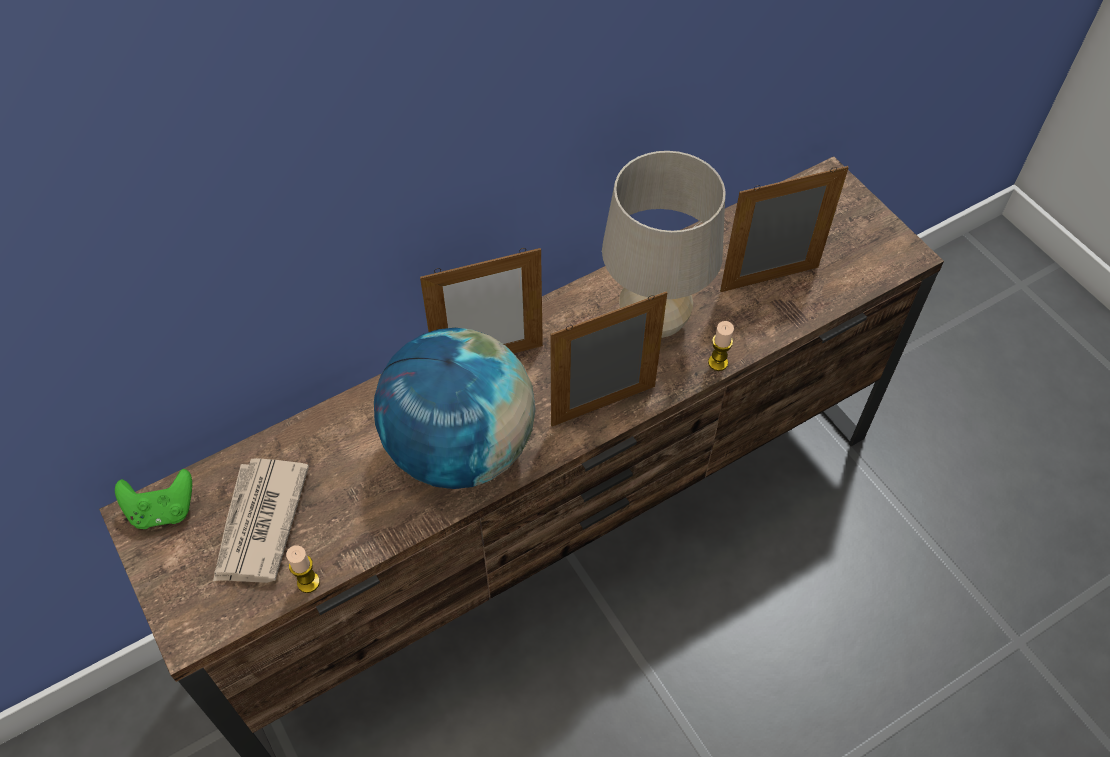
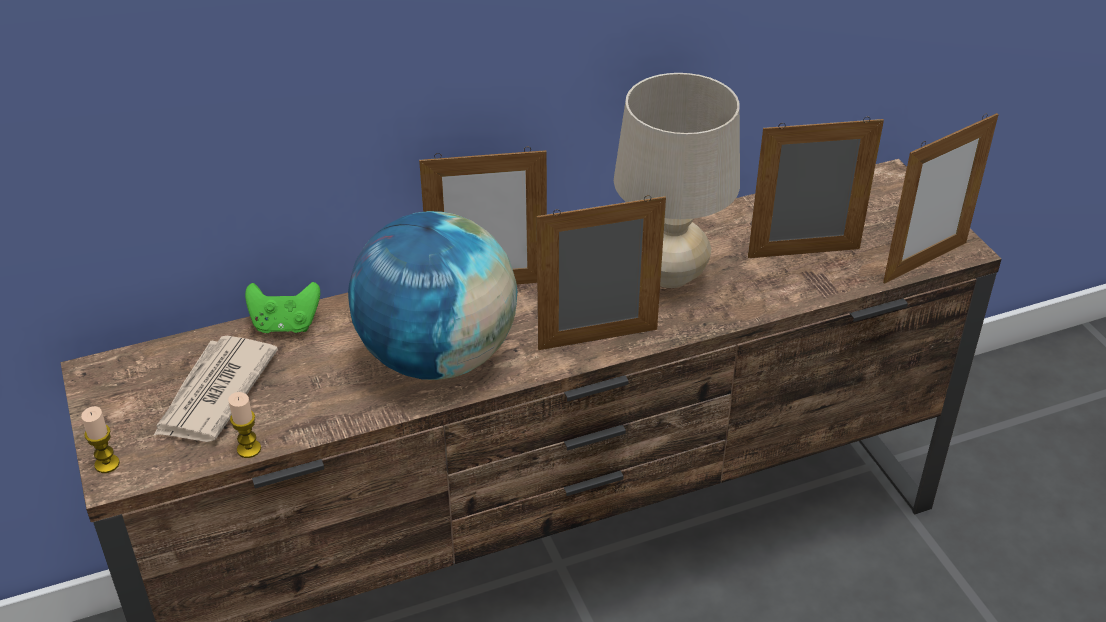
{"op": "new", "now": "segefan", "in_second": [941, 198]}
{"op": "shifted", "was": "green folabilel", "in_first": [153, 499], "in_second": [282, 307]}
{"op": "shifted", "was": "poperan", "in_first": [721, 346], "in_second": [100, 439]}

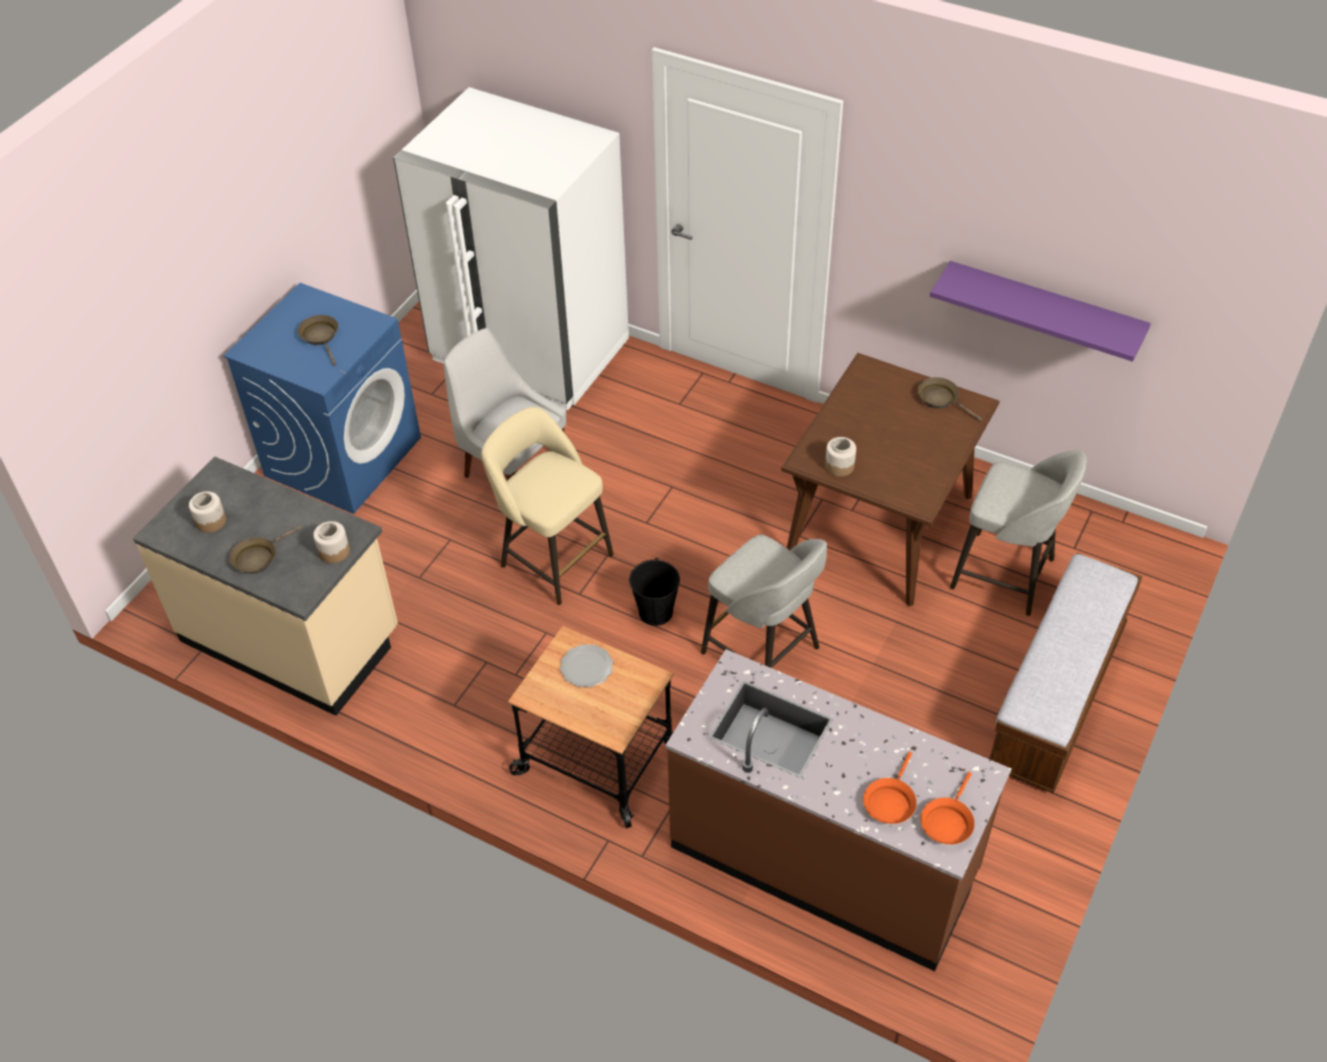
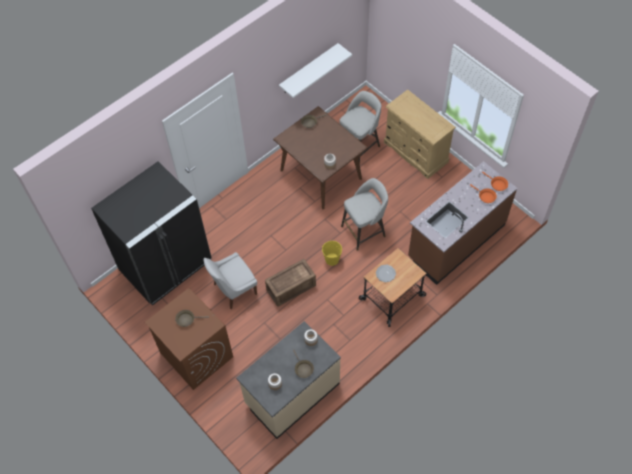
{"op": "swapped", "was": "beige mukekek", "now": "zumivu", "in_first": [547, 506], "in_second": [290, 283]}
{"op": "swapped", "was": "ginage", "now": "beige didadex", "in_first": [1066, 673], "in_second": [420, 134]}
{"op": "repainted", "was": "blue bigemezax", "now": "brown bigemezax", "in_first": [322, 398], "in_second": [189, 339]}
{"op": "repainted", "was": "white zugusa", "now": "black zugusa", "in_first": [511, 249], "in_second": [151, 233]}
{"op": "repainted", "was": "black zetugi", "now": "yellow zetugi", "in_first": [654, 592], "in_second": [332, 253]}
{"op": "repainted", "was": "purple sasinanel", "now": "white sasinanel", "in_first": [1040, 311], "in_second": [315, 70]}

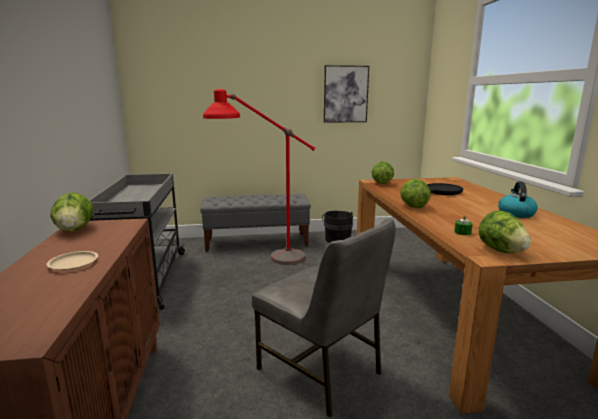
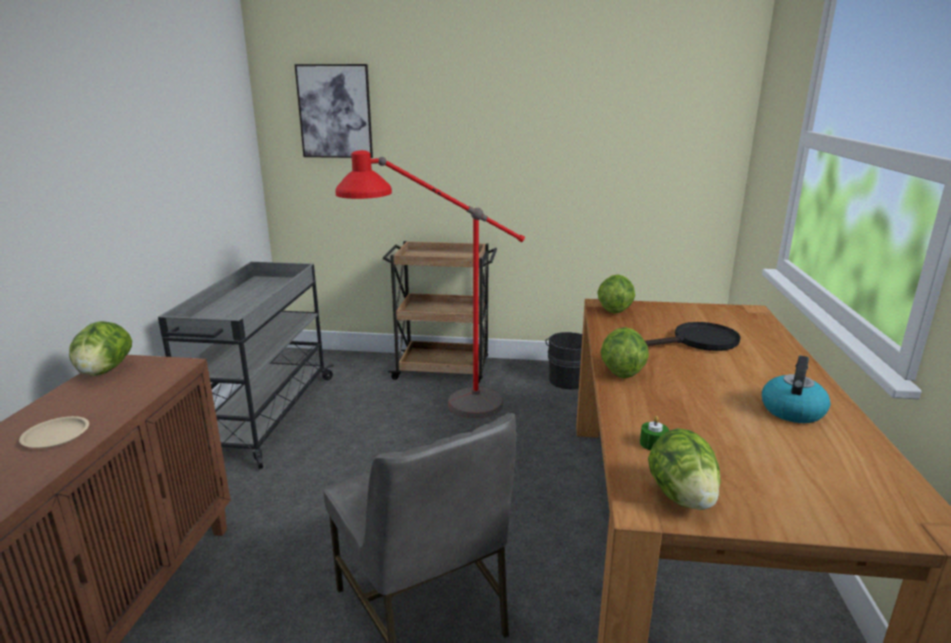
{"op": "shifted", "was": "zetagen", "in_first": [346, 94], "in_second": [334, 111]}
{"op": "swapped", "was": "grey ginage", "now": "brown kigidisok", "in_first": [255, 222], "in_second": [439, 312]}

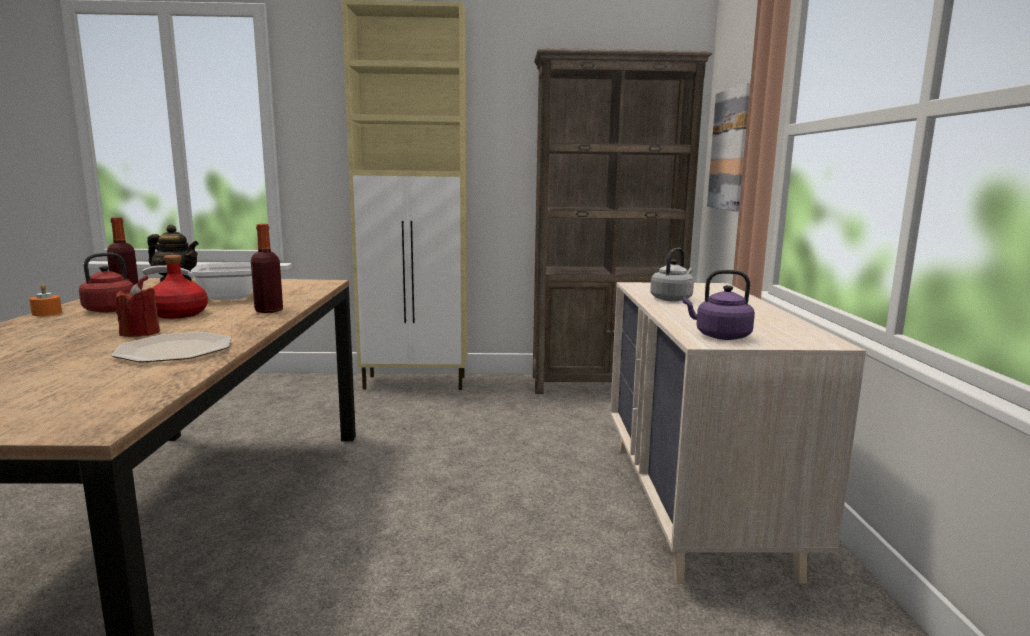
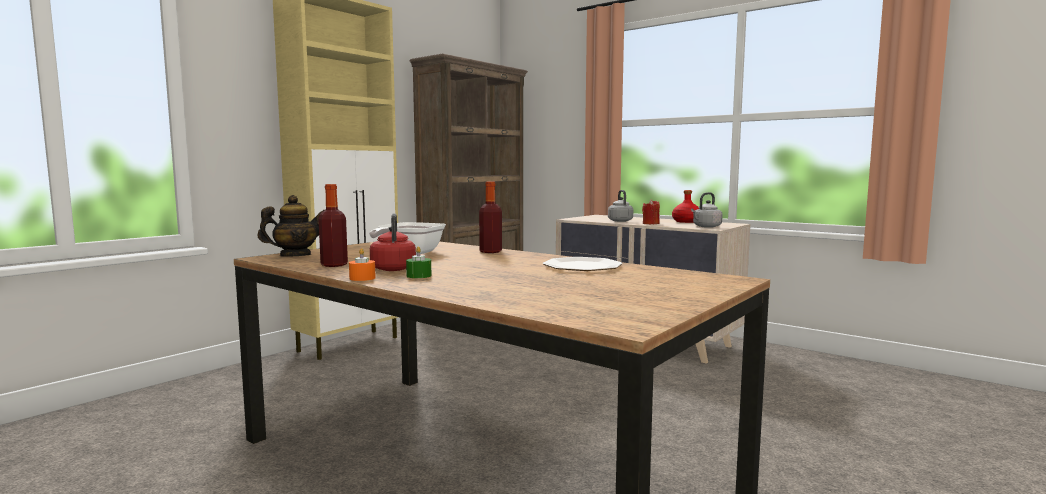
{"op": "gone", "was": "zetagen", "in_first": [728, 147]}
{"op": "new", "now": "green poperan", "in_second": [418, 262]}
{"op": "shifted", "was": "red poperan", "in_first": [137, 310], "in_second": [651, 211]}
{"op": "shifted", "was": "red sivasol", "in_first": [180, 287], "in_second": [685, 206]}
{"op": "repainted", "was": "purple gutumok", "now": "grey gutumok", "in_first": [718, 305], "in_second": [707, 210]}

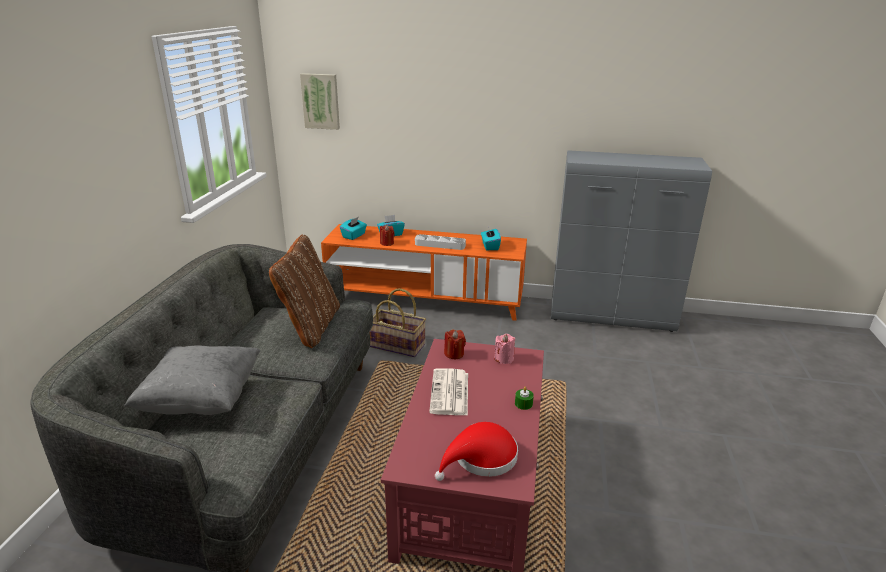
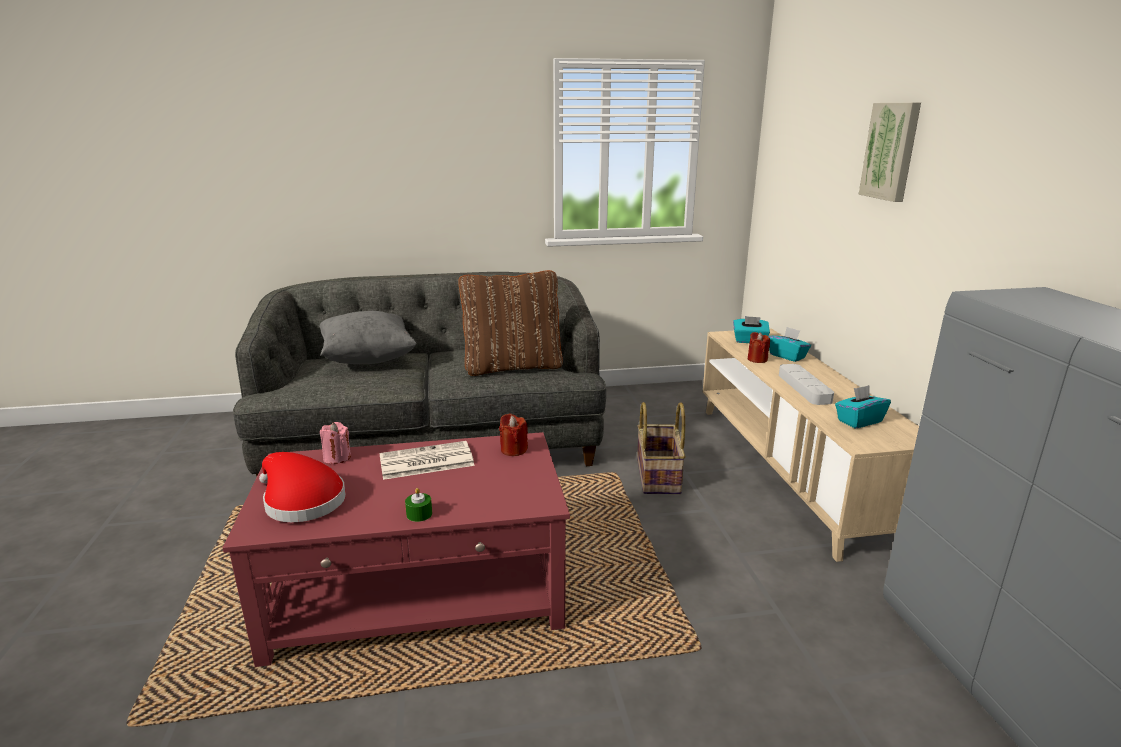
{"op": "shifted", "was": "zetagen", "in_first": [320, 101], "in_second": [890, 152]}
{"op": "shifted", "was": "pink poperan", "in_first": [504, 349], "in_second": [335, 443]}
{"op": "repainted", "was": "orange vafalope", "now": "beige vafalope", "in_first": [424, 272], "in_second": [811, 445]}

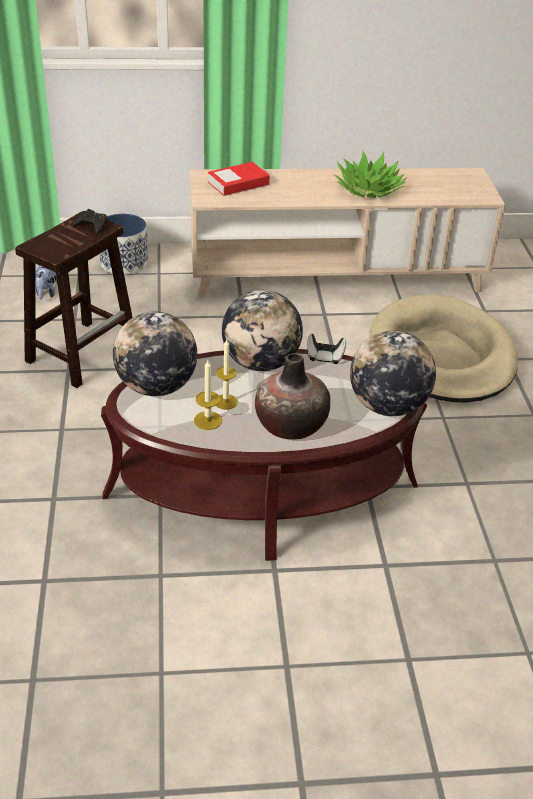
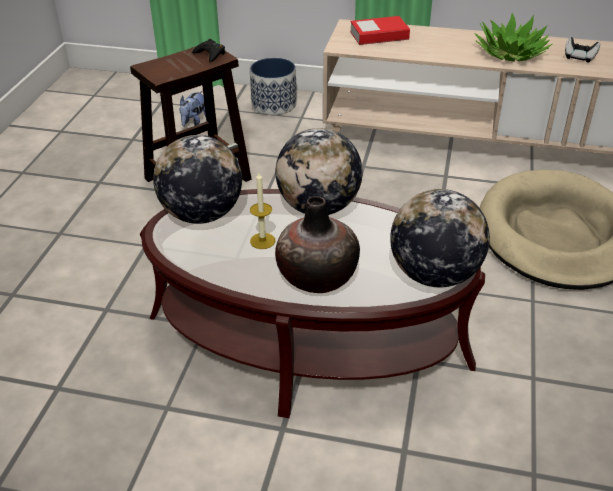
{"op": "gone", "was": "poperan", "in_first": [208, 395]}
{"op": "shifted", "was": "folabilel", "in_first": [326, 349], "in_second": [582, 49]}

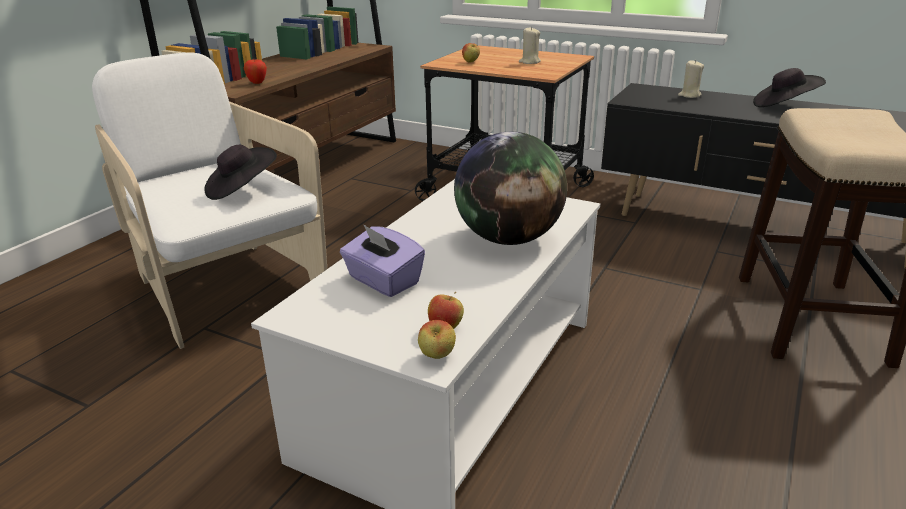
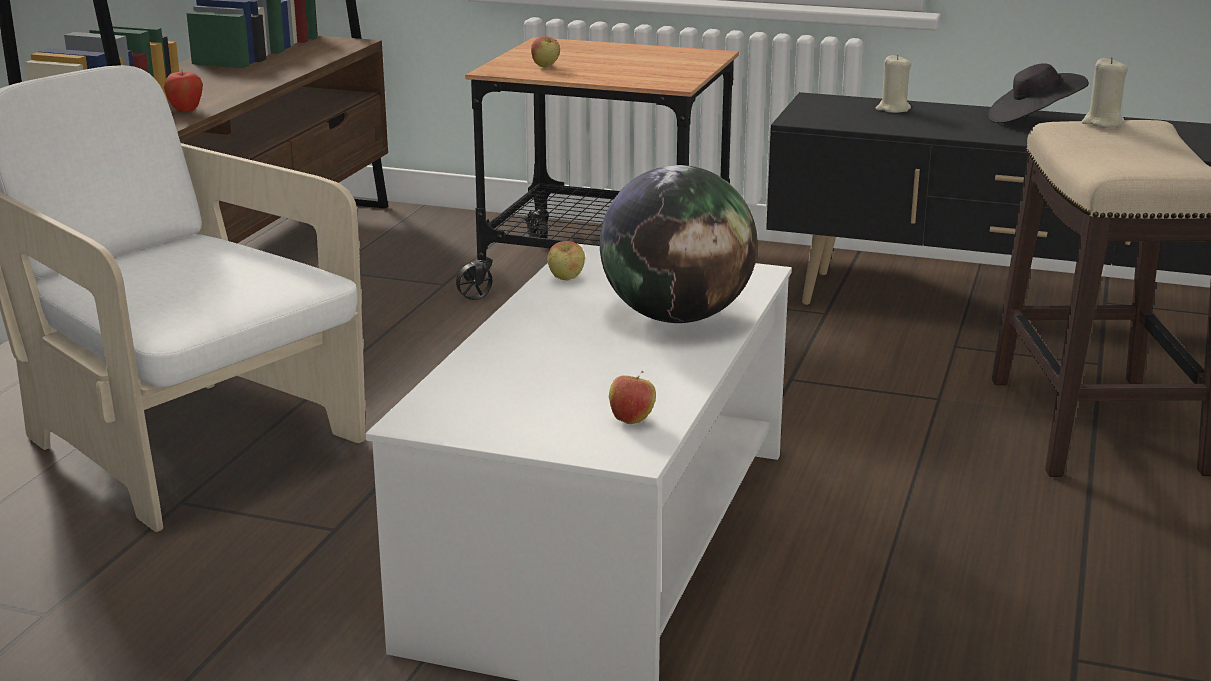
{"op": "gone", "was": "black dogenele", "in_first": [240, 172]}
{"op": "gone", "was": "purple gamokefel", "in_first": [382, 260]}
{"op": "shifted", "was": "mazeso", "in_first": [437, 339], "in_second": [566, 260]}
{"op": "shifted", "was": "beige poperan", "in_first": [530, 45], "in_second": [1105, 92]}

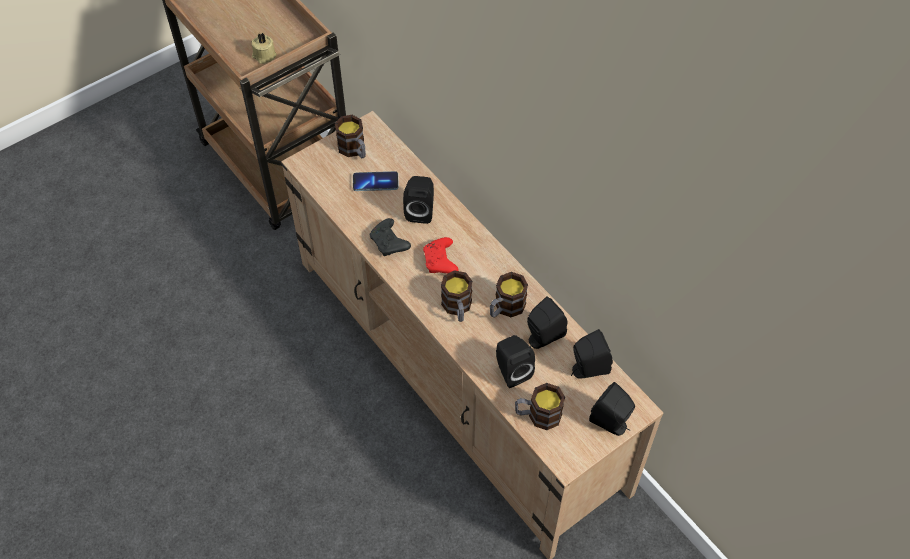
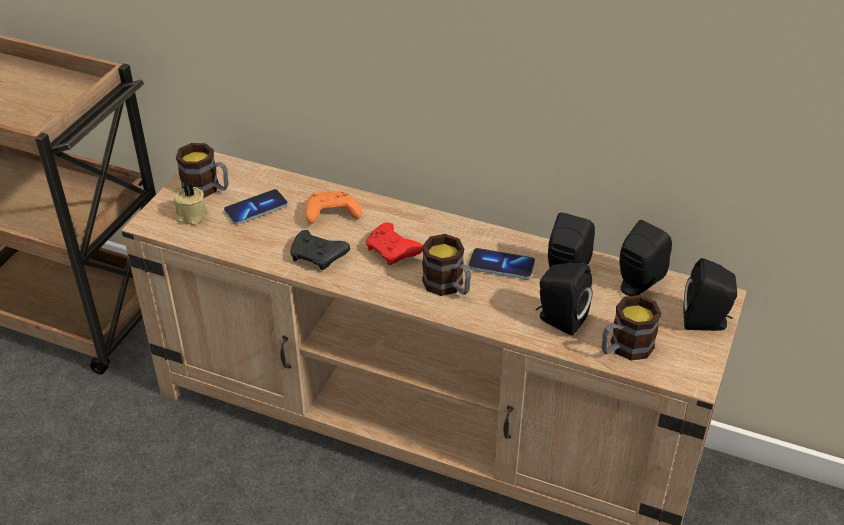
{"op": "shifted", "was": "beige poperan", "in_first": [264, 48], "in_second": [190, 203]}
{"op": "swapped", "was": "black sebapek", "now": "orange folabilel", "in_first": [418, 200], "in_second": [333, 207]}
{"op": "swapped", "was": "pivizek", "now": "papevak", "in_first": [509, 295], "in_second": [501, 263]}

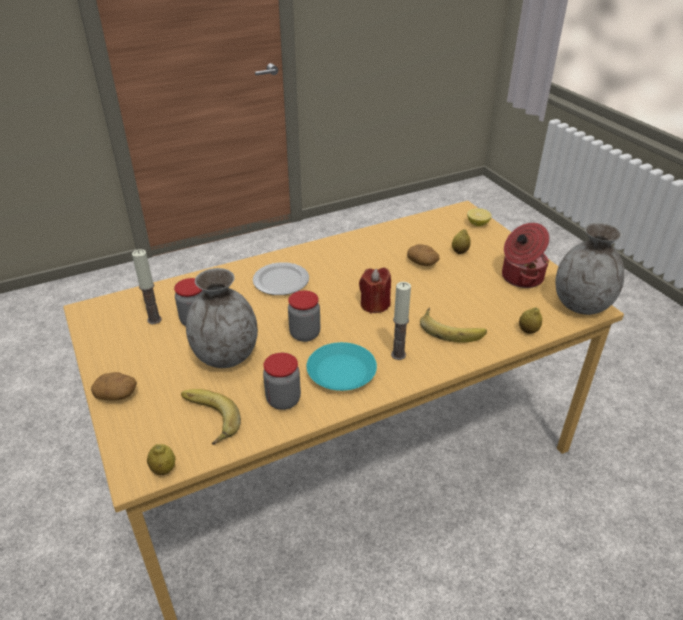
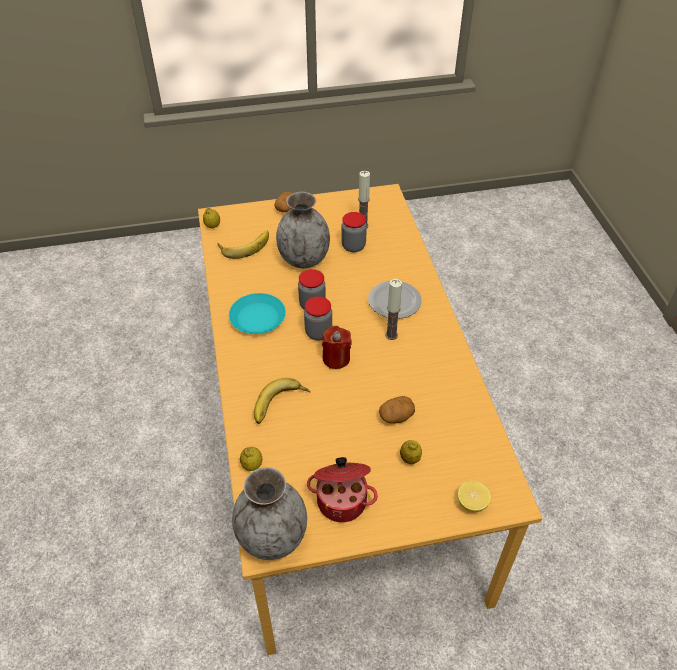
{"op": "shifted", "was": "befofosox", "in_first": [282, 381], "in_second": [318, 318]}
{"op": "shifted", "was": "poperan", "in_first": [401, 321], "in_second": [393, 309]}

